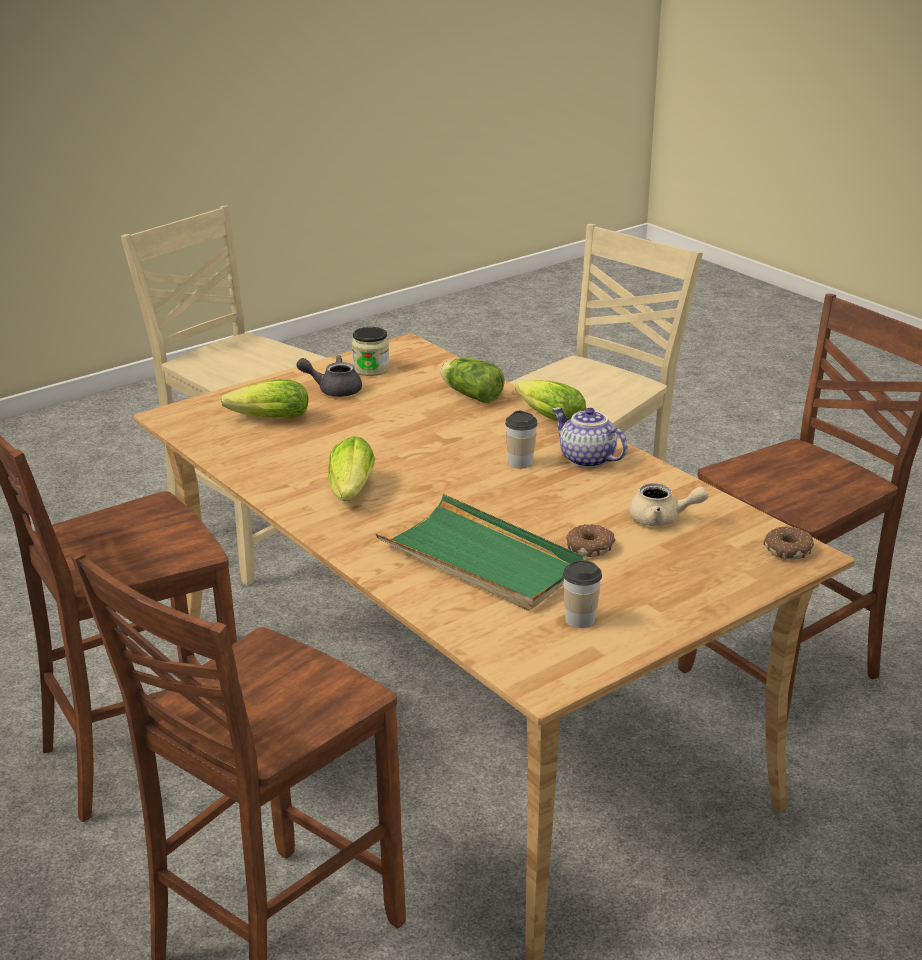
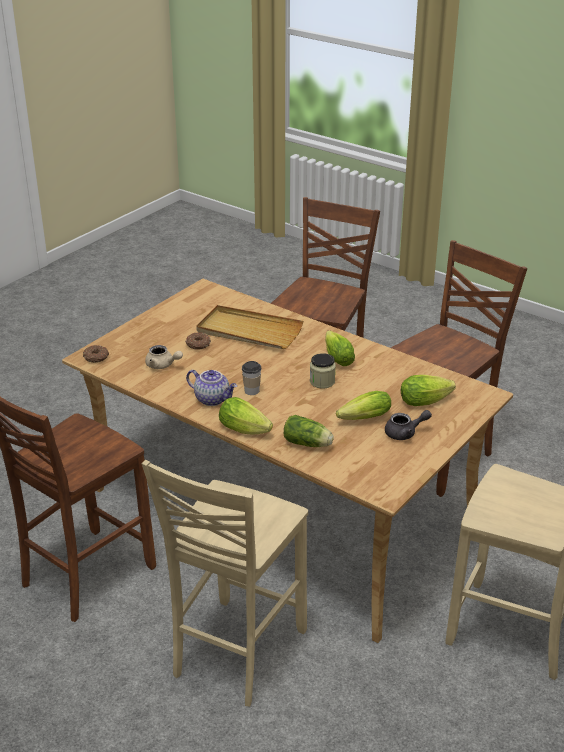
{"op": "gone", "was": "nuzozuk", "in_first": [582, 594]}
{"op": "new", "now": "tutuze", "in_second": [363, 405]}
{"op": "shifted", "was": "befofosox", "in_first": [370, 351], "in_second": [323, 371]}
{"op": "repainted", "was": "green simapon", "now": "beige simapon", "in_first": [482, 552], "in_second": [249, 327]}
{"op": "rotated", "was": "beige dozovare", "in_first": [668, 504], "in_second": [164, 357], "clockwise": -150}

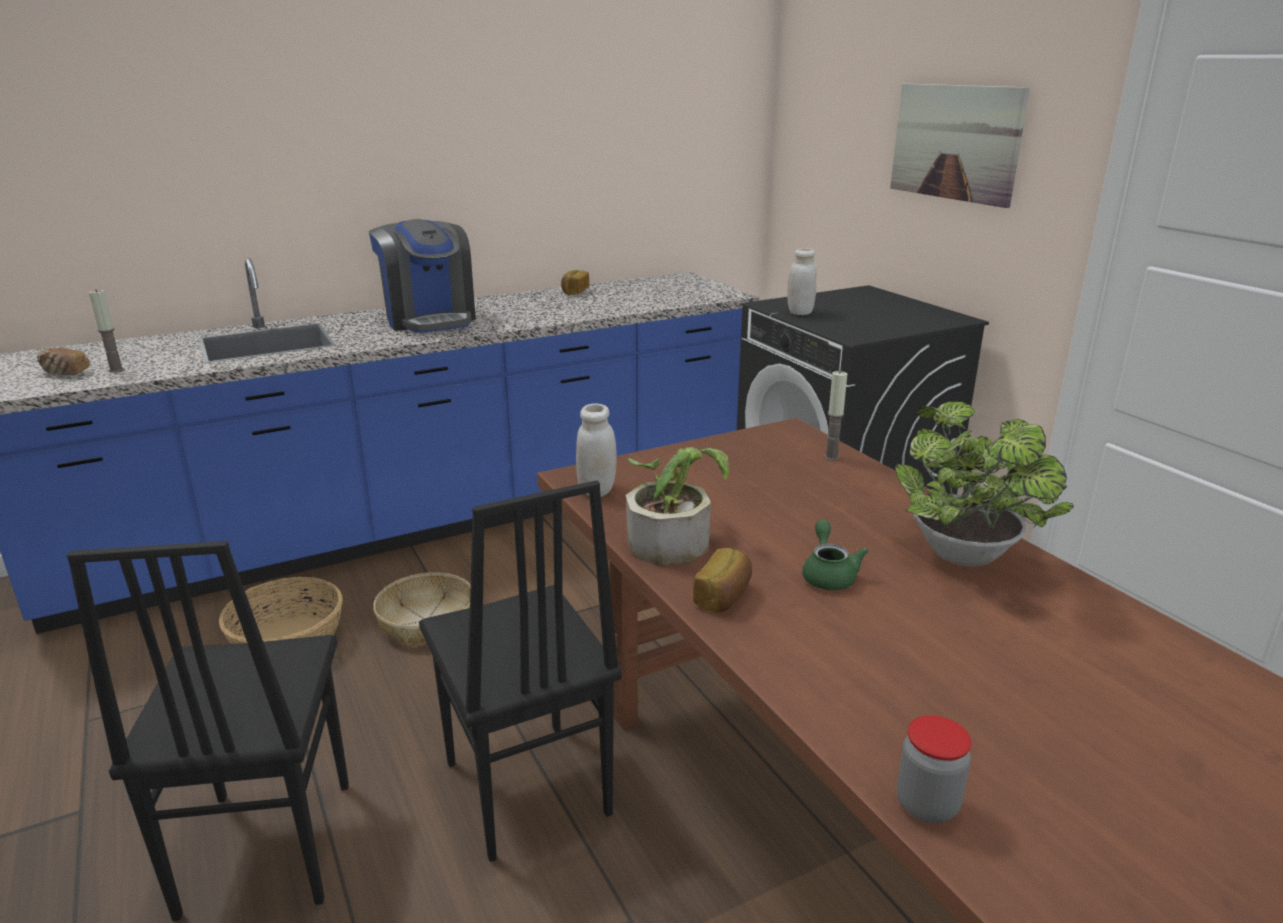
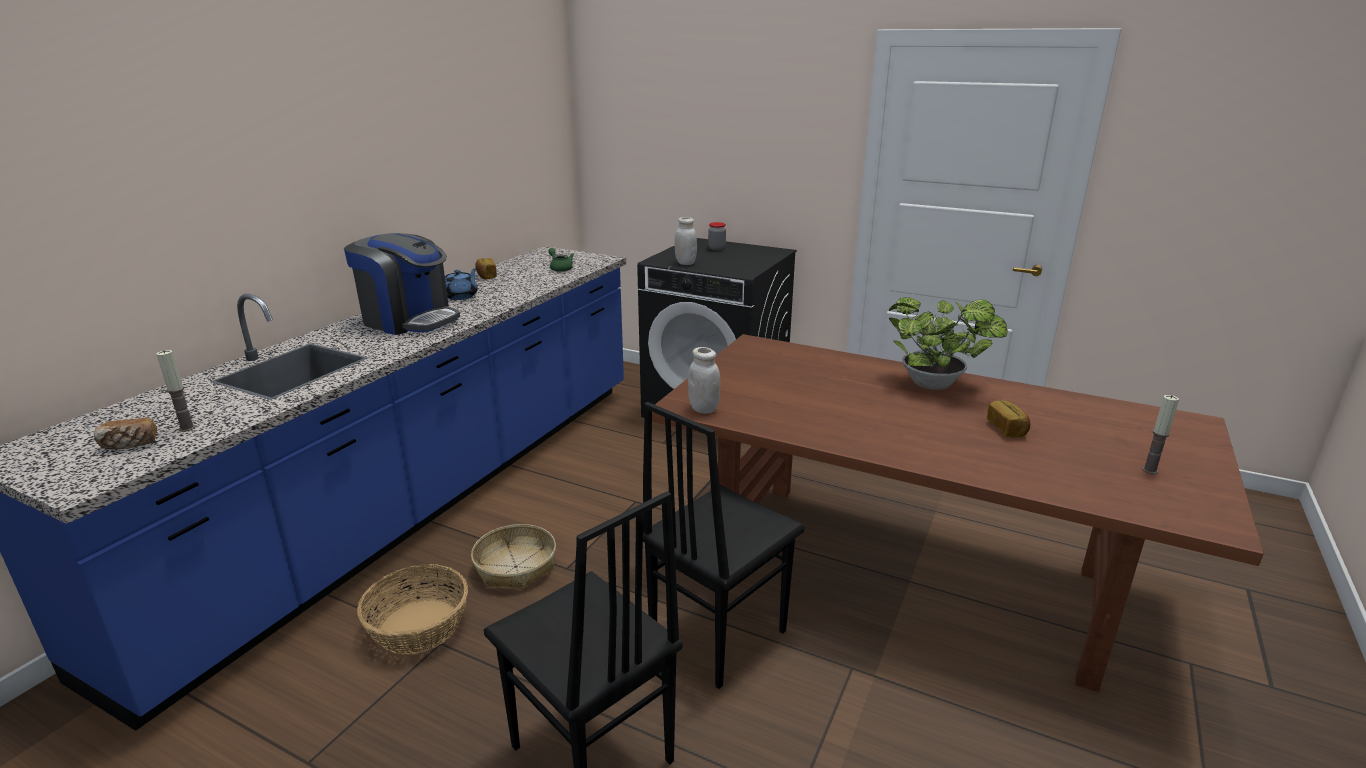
{"op": "gone", "was": "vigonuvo", "in_first": [677, 506]}
{"op": "gone", "was": "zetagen", "in_first": [960, 145]}
{"op": "new", "now": "blue dozovare", "in_second": [461, 284]}
{"op": "shifted", "was": "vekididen", "in_first": [722, 580], "in_second": [1009, 419]}
{"op": "shifted", "was": "green dozovare", "in_first": [835, 555], "in_second": [561, 260]}
{"op": "shifted", "was": "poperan", "in_first": [835, 416], "in_second": [1160, 434]}
{"op": "shifted", "was": "befofosox", "in_first": [934, 769], "in_second": [717, 236]}
{"op": "rotated", "was": "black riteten", "in_first": [520, 671], "in_second": [724, 545], "clockwise": 105}

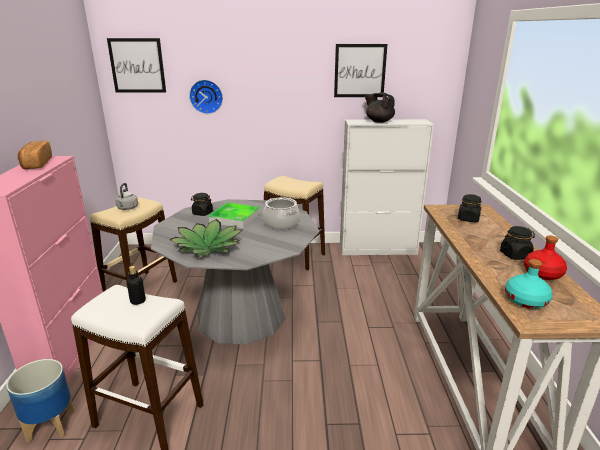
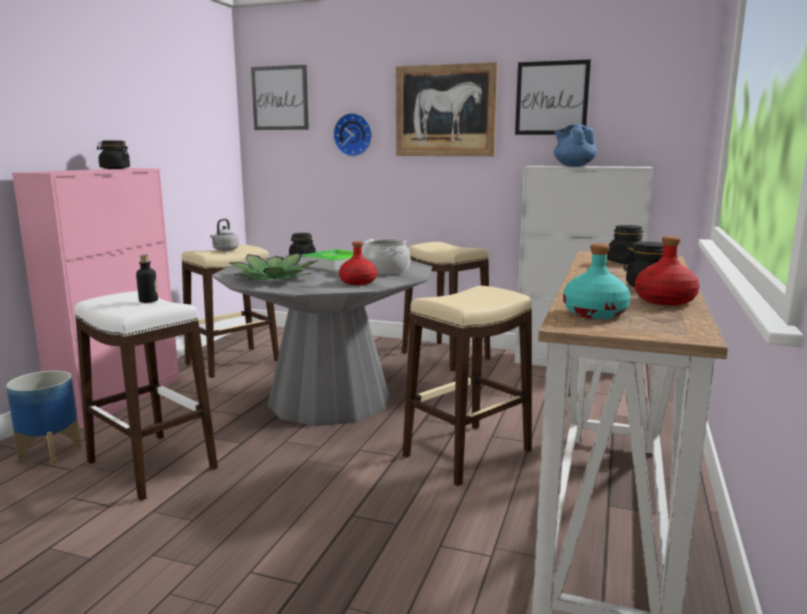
{"op": "new", "now": "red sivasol", "in_second": [358, 263]}
{"op": "new", "now": "zetagen", "in_second": [447, 109]}
{"op": "new", "now": "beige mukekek", "in_second": [467, 386]}
{"op": "swapped", "was": "vekididen", "now": "black befofosox", "in_first": [35, 155], "in_second": [113, 154]}
{"op": "repainted", "was": "black dozovare", "now": "blue dozovare", "in_first": [380, 108], "in_second": [575, 145]}

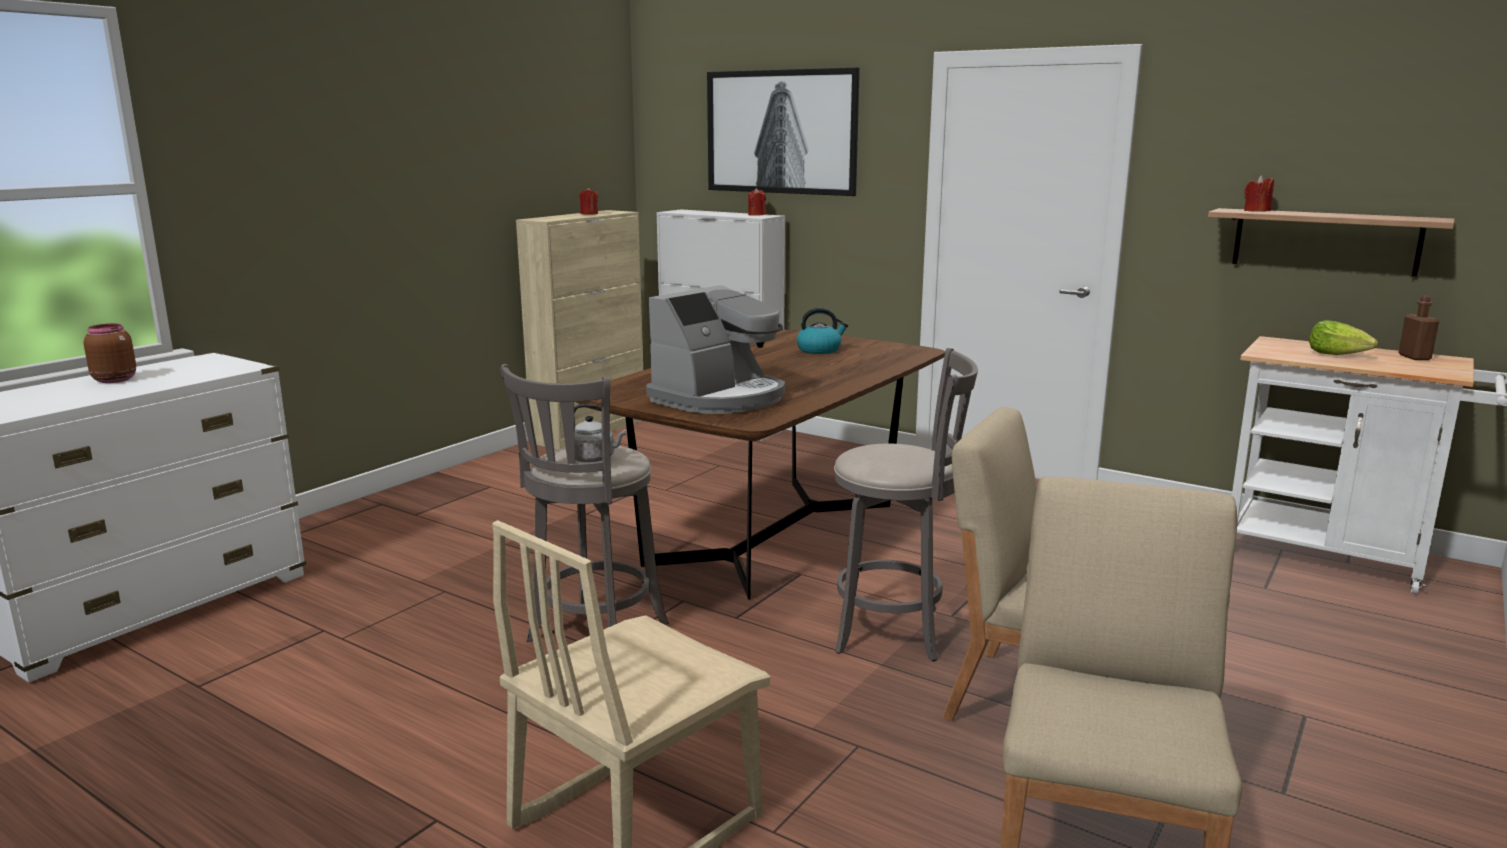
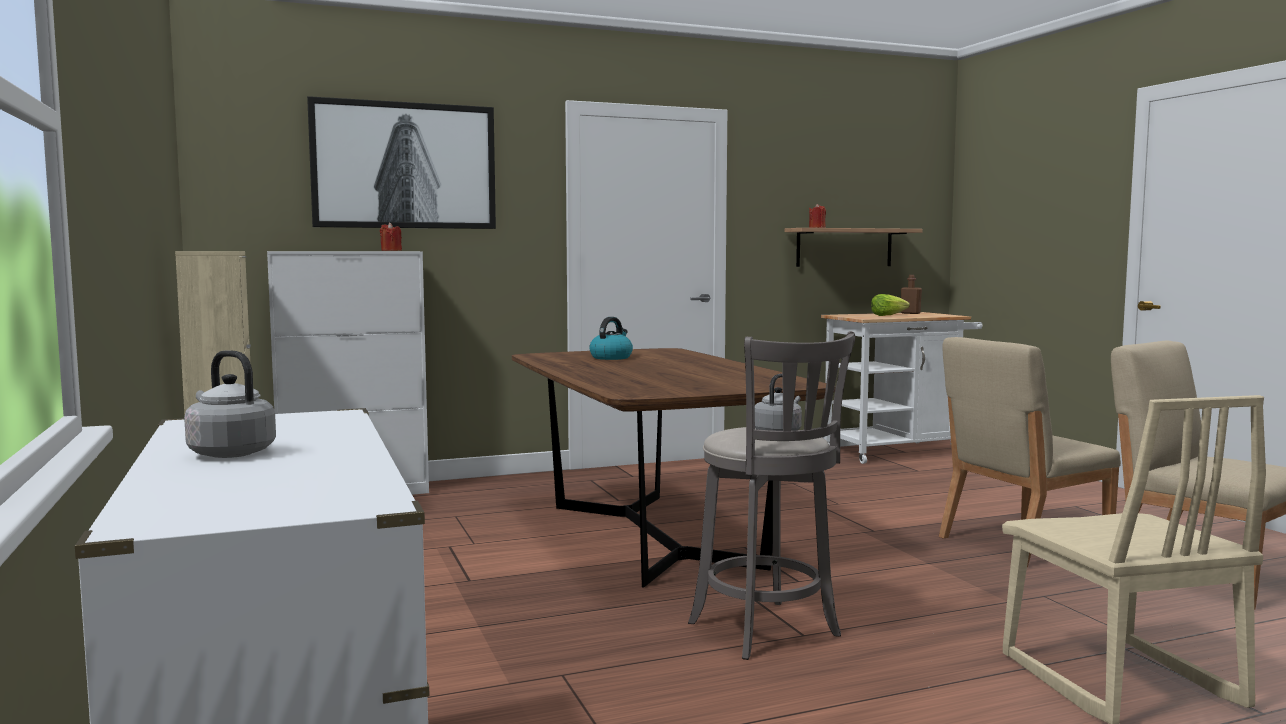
{"op": "gone", "was": "red poperan", "in_first": [588, 201]}
{"op": "gone", "was": "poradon", "in_first": [715, 349]}
{"op": "gone", "was": "grey mukekek", "in_first": [906, 504]}
{"op": "swapped", "was": "brown befofosox", "now": "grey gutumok", "in_first": [110, 353], "in_second": [230, 404]}

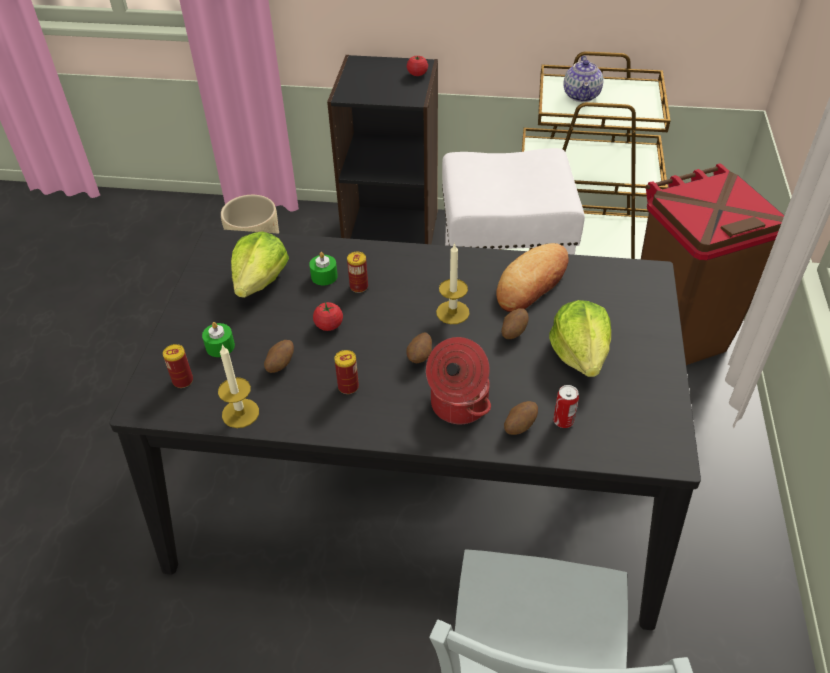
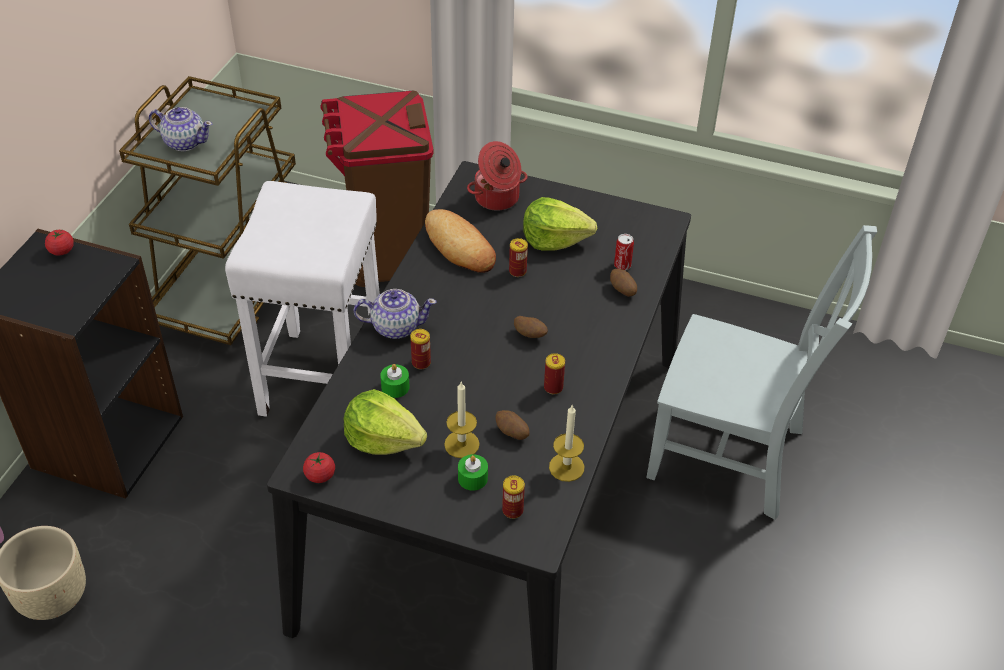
{"op": "new", "now": "dozovare", "in_second": [395, 314]}
{"op": "shifted", "was": "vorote", "in_first": [328, 316], "in_second": [319, 467]}
{"op": "shifted", "was": "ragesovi", "in_first": [458, 380], "in_second": [497, 176]}
{"op": "shifted", "was": "poperan", "in_first": [452, 283], "in_second": [462, 419]}
{"op": "swapped", "was": "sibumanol", "now": "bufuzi", "in_first": [515, 323], "in_second": [518, 257]}

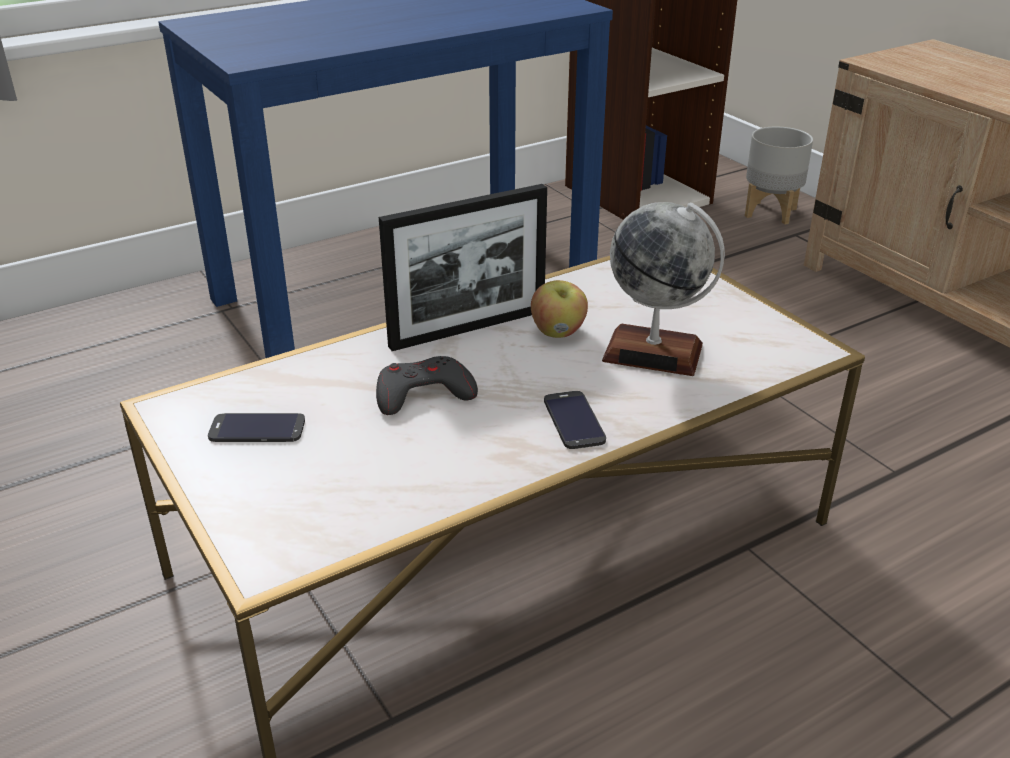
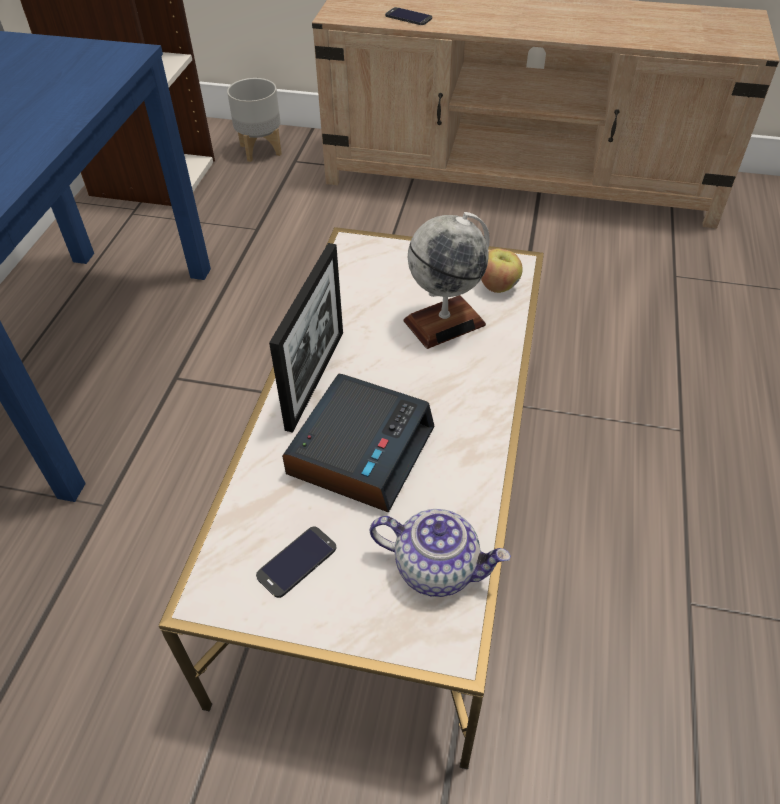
{"op": "new", "now": "dozovare", "in_second": [440, 553]}
{"op": "shifted", "was": "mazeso", "in_first": [559, 309], "in_second": [502, 270]}
{"op": "shifted", "was": "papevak", "in_first": [575, 420], "in_second": [408, 16]}
{"op": "swapped", "was": "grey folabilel", "now": "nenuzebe", "in_first": [427, 385], "in_second": [358, 443]}

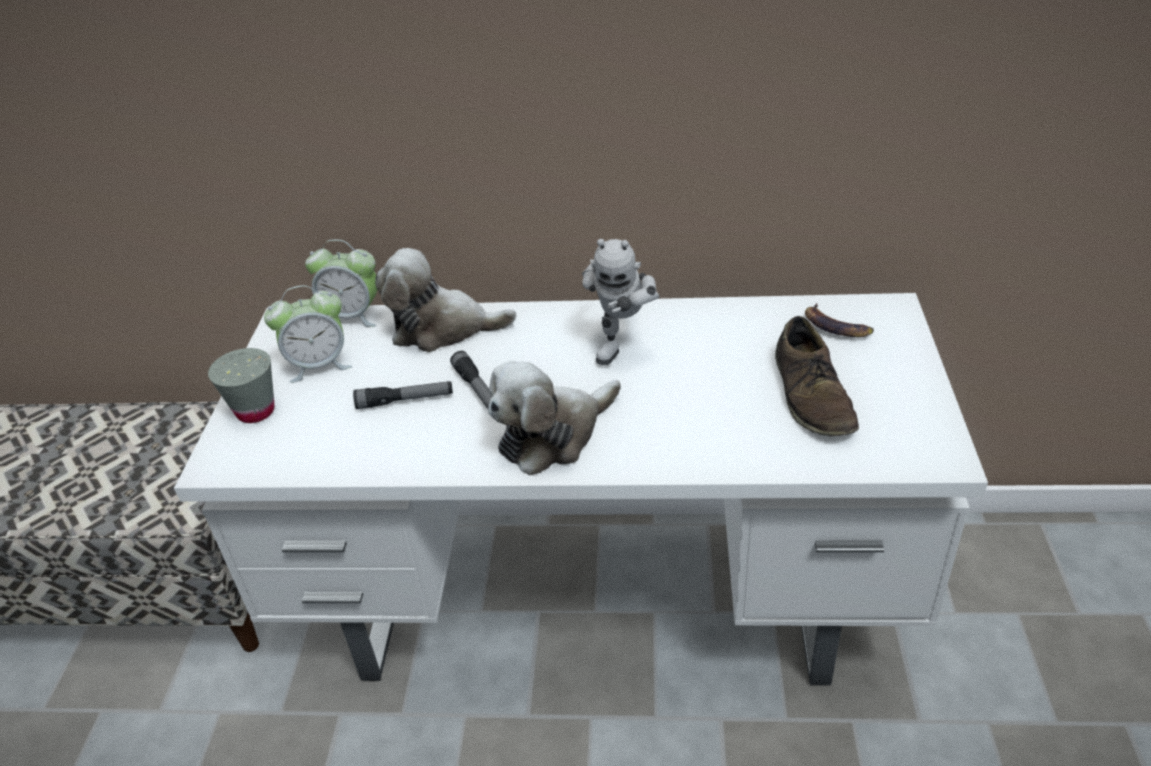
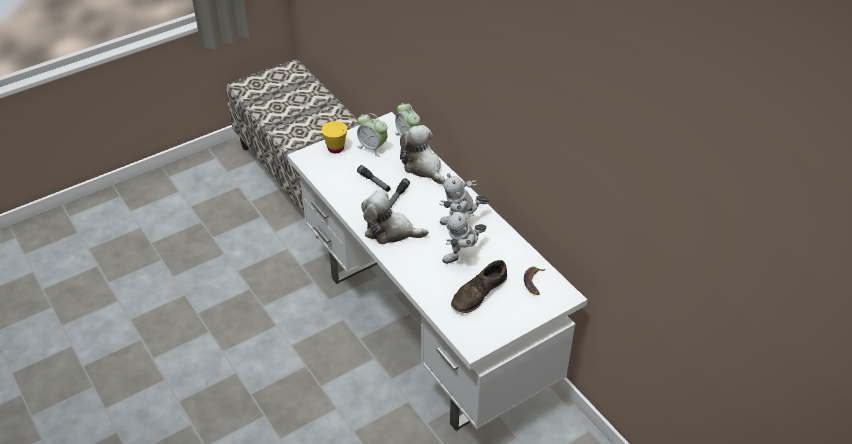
{"op": "new", "now": "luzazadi", "in_second": [464, 237]}
{"op": "repainted", "was": "grey nuzozuk", "now": "yellow nuzozuk", "in_first": [241, 385], "in_second": [334, 137]}

